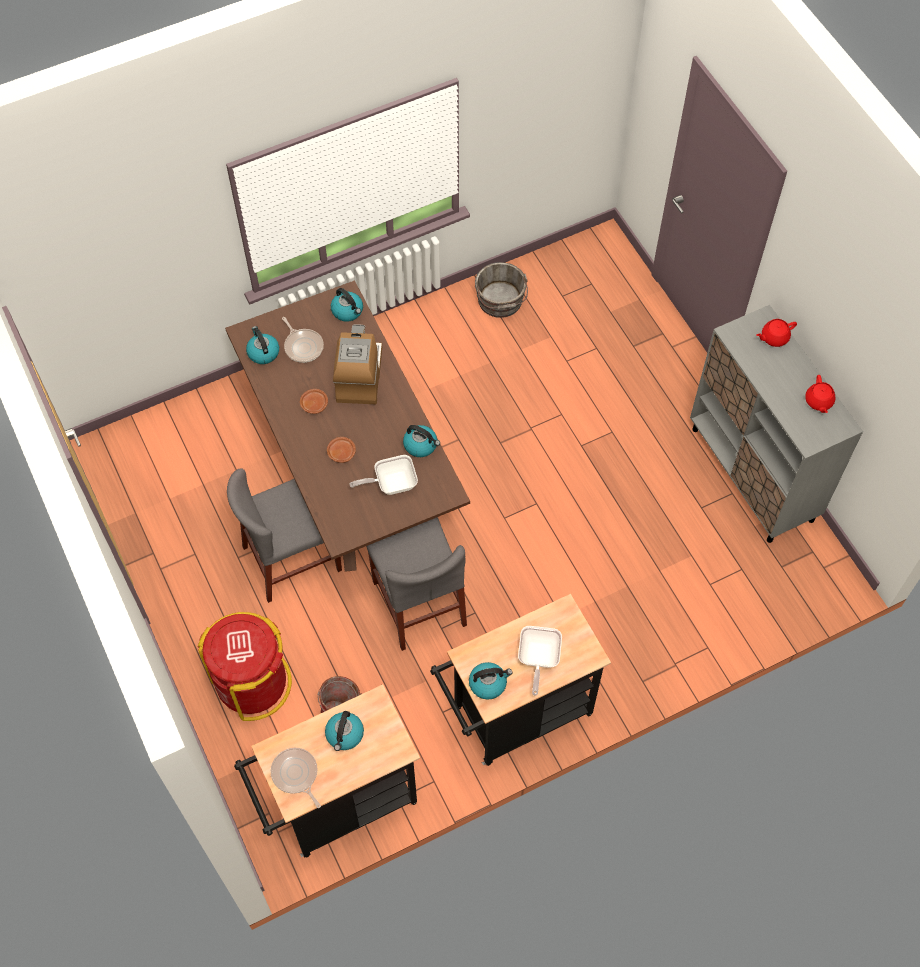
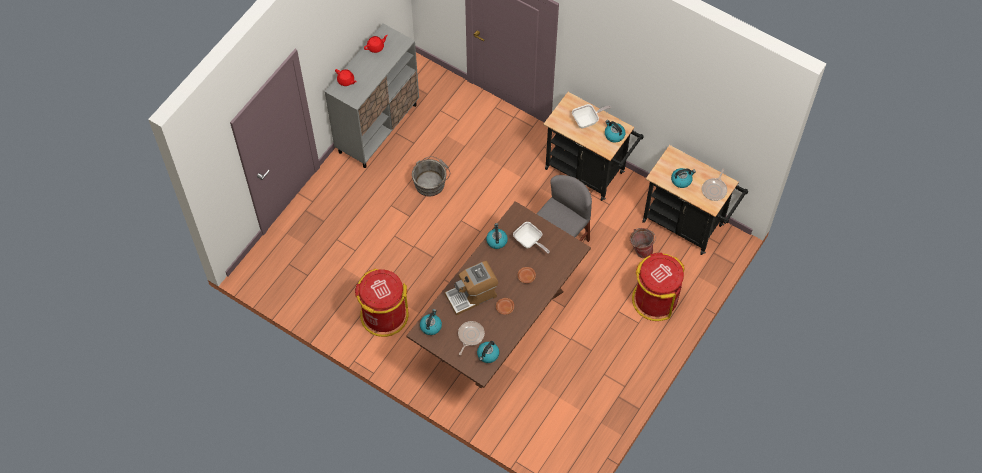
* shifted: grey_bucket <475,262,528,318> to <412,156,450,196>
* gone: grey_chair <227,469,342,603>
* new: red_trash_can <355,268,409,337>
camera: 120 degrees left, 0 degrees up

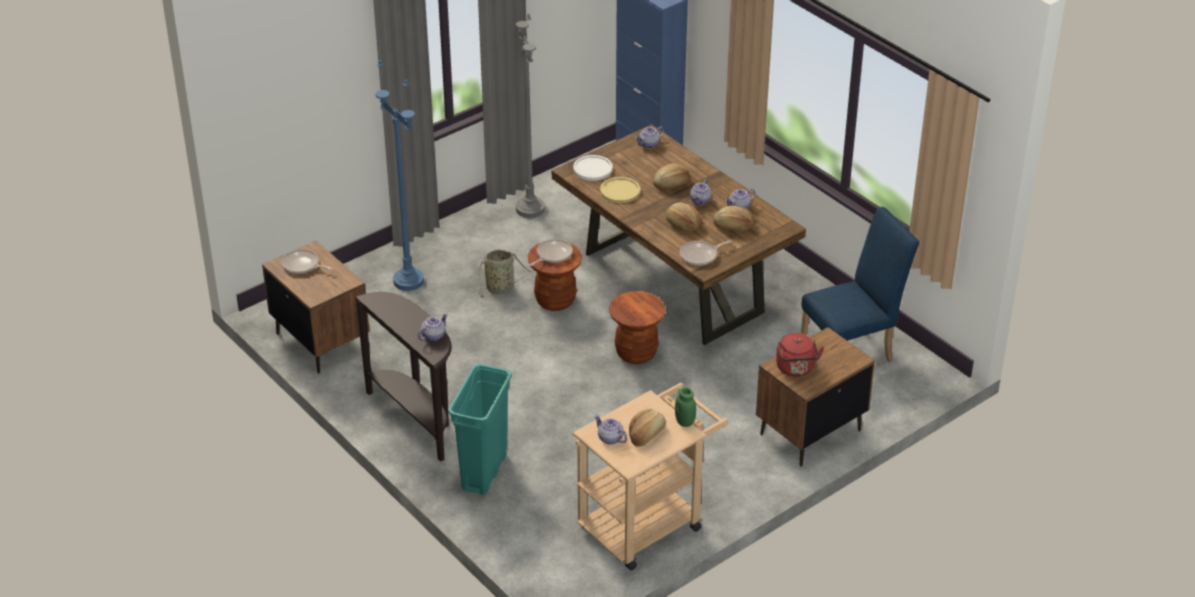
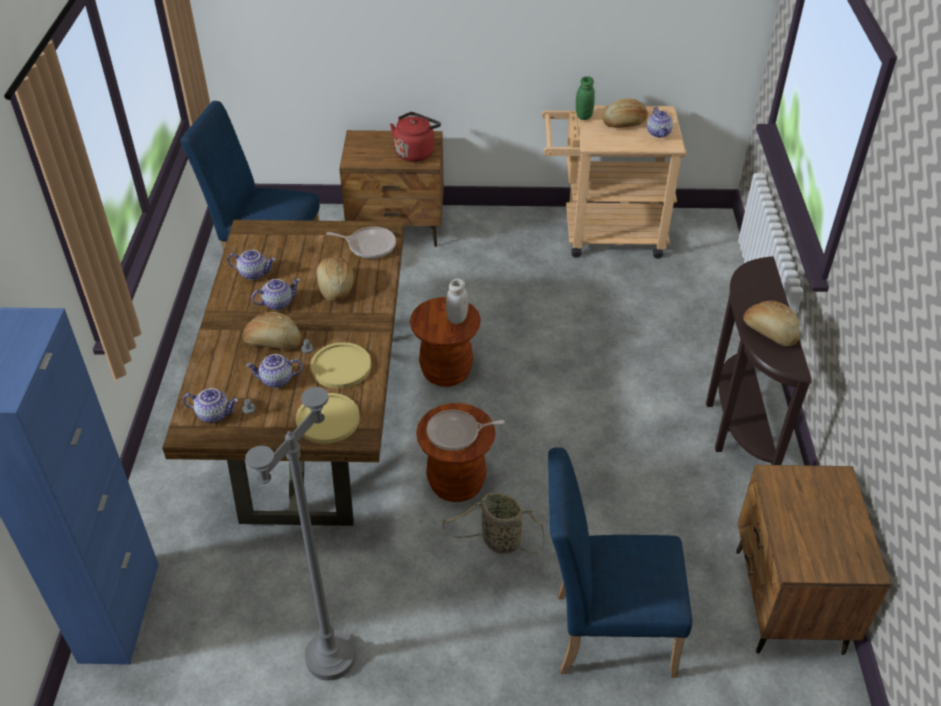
* swapped: blue_floor_lamp <376,59,424,291> to blue_chair <548,447,692,678>
* repainted: white_plate <573,155,613,181> to yellow_plate <296,393,360,444>
* shifted: bread <713,206,755,231> to <744,300,800,346>
* gone: frying_pan <281,249,333,274>
* shifted: teapot <418,313,448,341> to <246,354,303,388>
* gone: turquoise_trash_can <448,364,512,495>
* new: white_jar <446,279,468,324>
camera: 140 degrees left, 5 degrees up

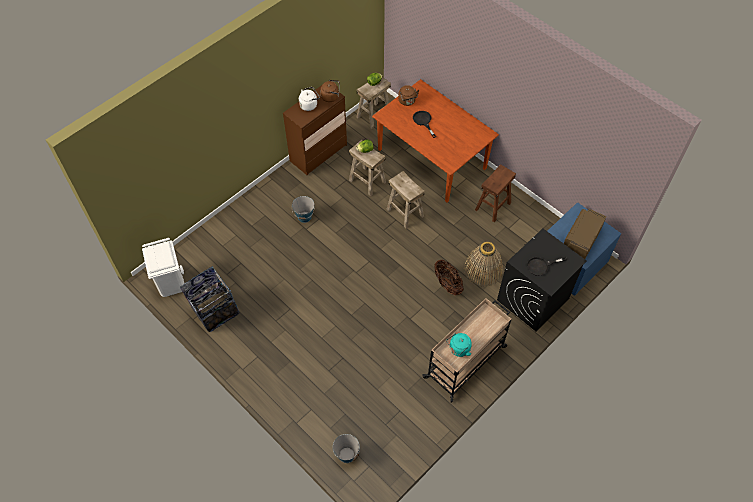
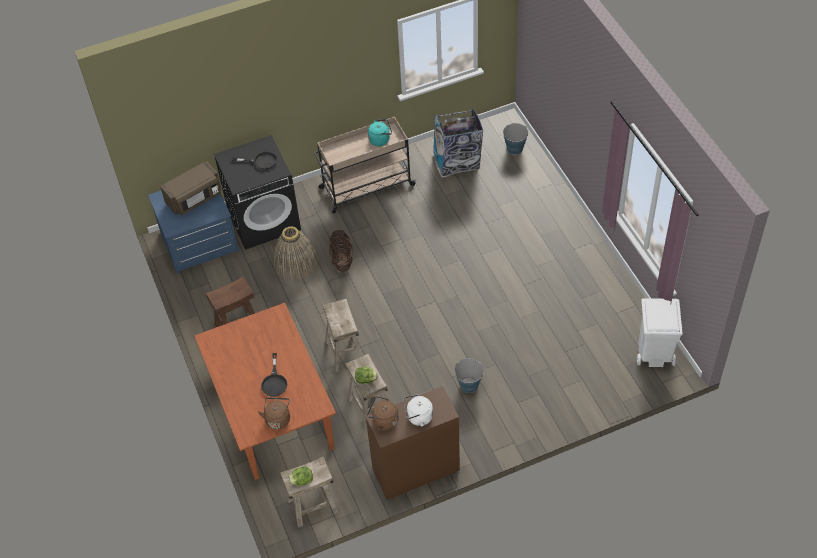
* shifted: trash_can <180,266,240,332> to <433,109,483,178>
camera: 155 degrees left, 5 degrees down

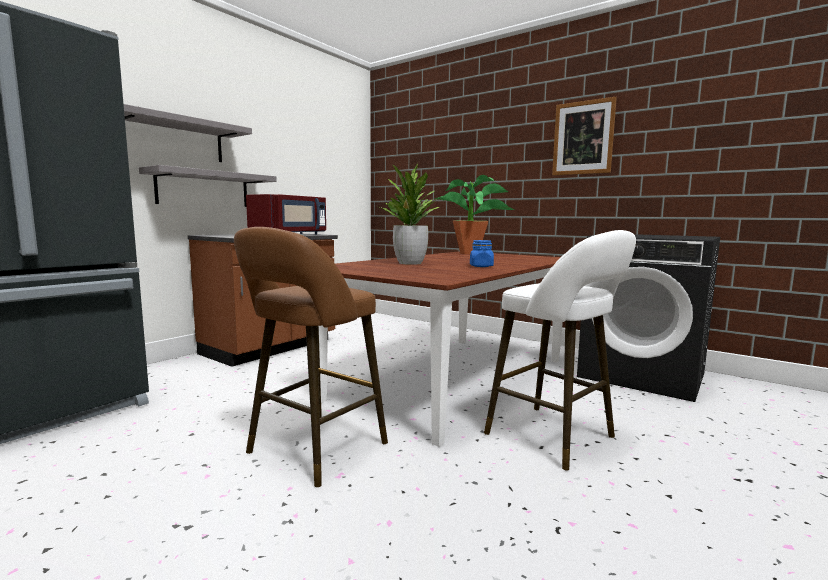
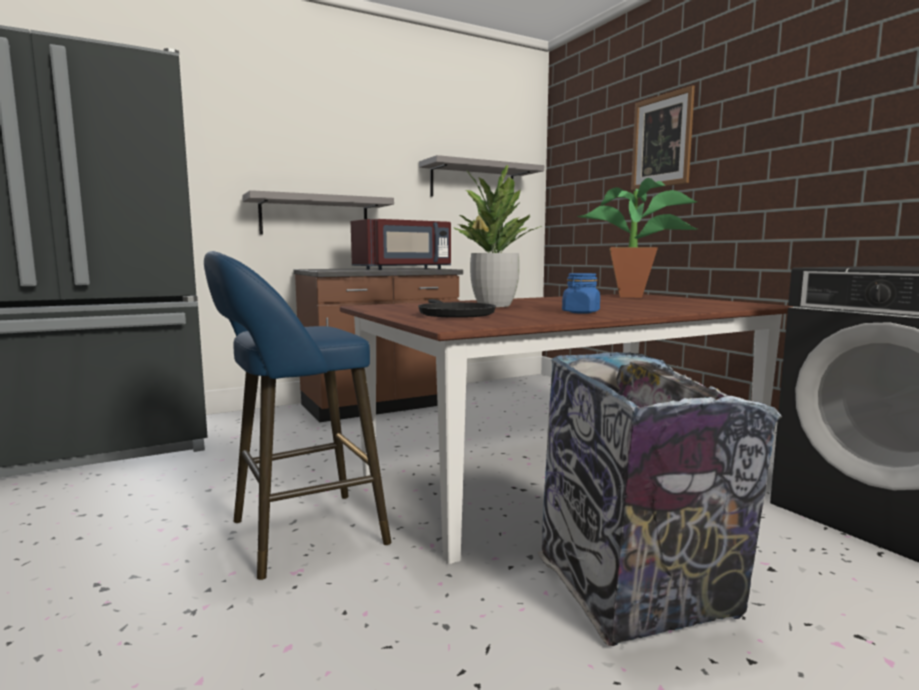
* shifted: picture <552,97,617,176> to <631,85,695,190>
* shifted: grey_shelf <124,104,252,162> to <419,155,544,197>
* repainted: brown_stool <234,227,388,487> to blue_stool <204,251,391,580>
* swapped: white_stool <484,230,636,470> to trash_can <537,352,782,646>
* new: black_frying_pan <418,299,496,318>
camera: 25 degrees right, 0 degrees up

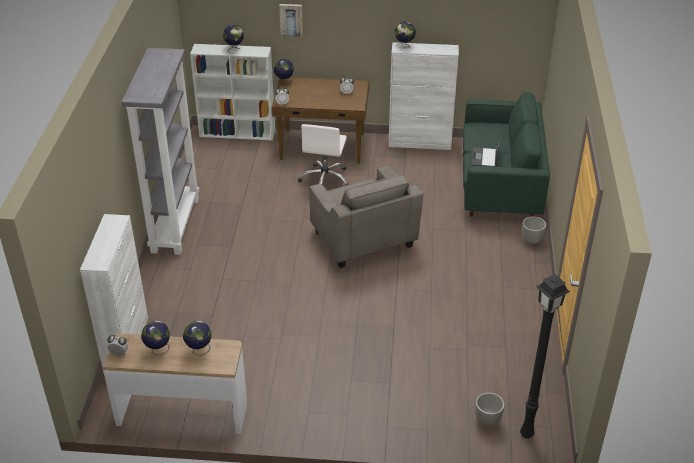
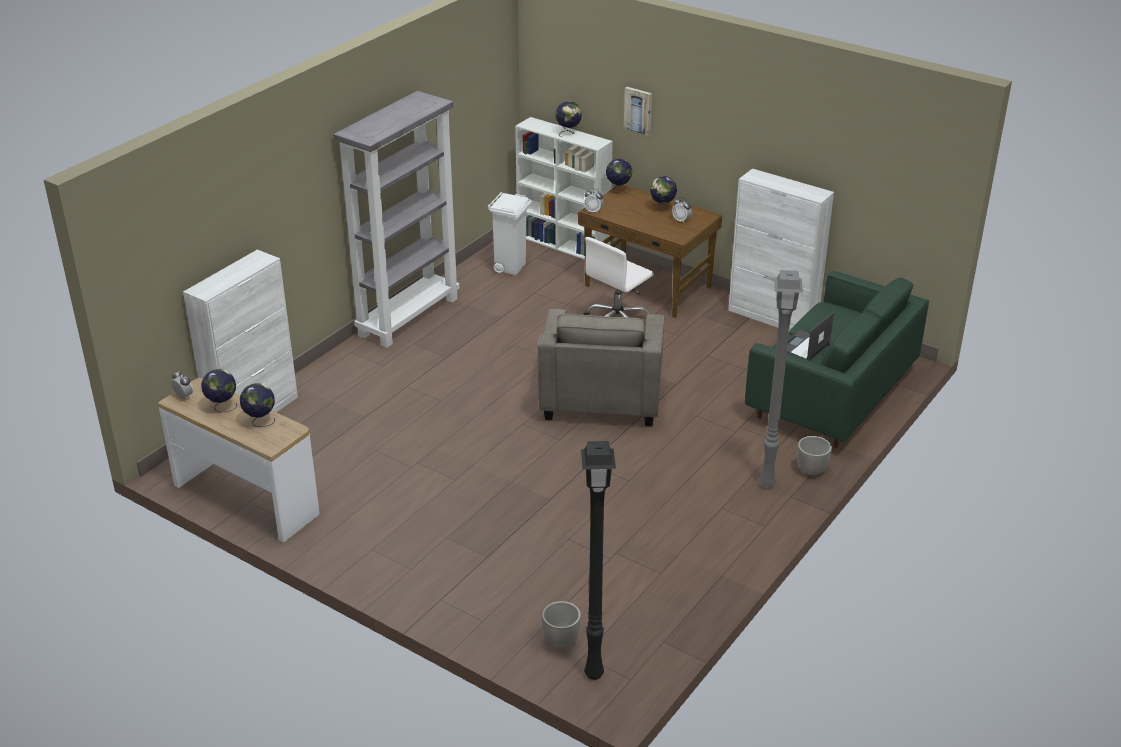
* shifted: globe <395,21,416,48> to <650,176,677,211>
* new: white_trash_can <488,192,532,275>
* new: grey_floor_lamp <759,270,803,488>
camera: 30 degrees right, 5 degrees down

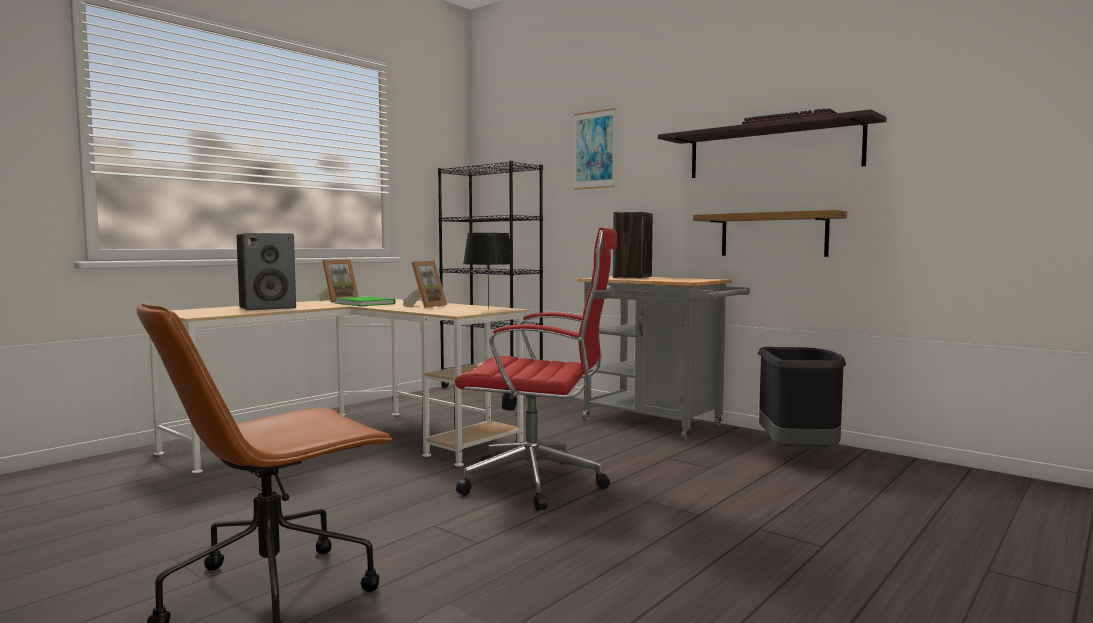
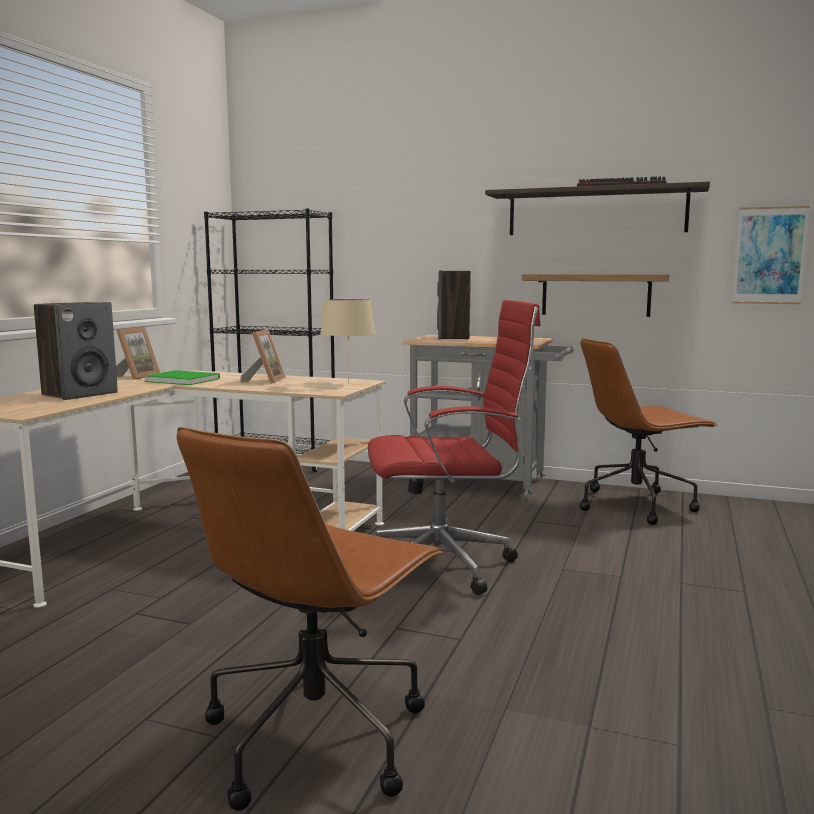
* shifted: picture <574,108,616,190> to <732,206,810,304>
* repainted: black_table_lamp <463,233,514,310> to beige_table_lamp <320,299,376,383>
* swapped: black_trash_can <758,347,846,447> to brown_office_chair <580,338,717,525>
camera: 20 degrees left, 5 degrees up

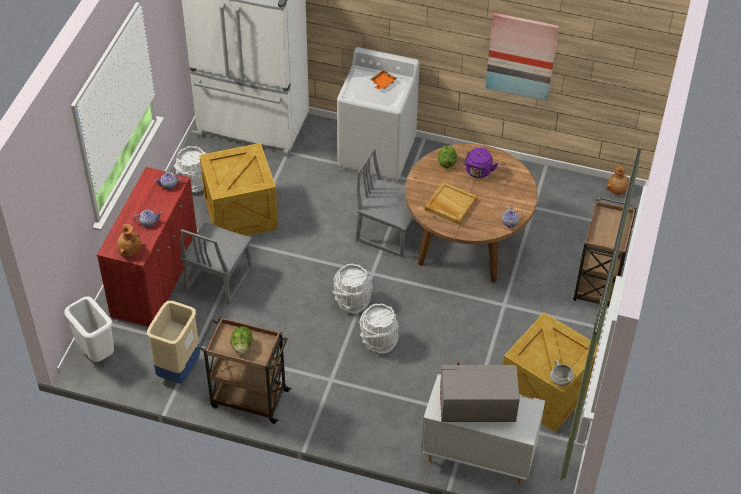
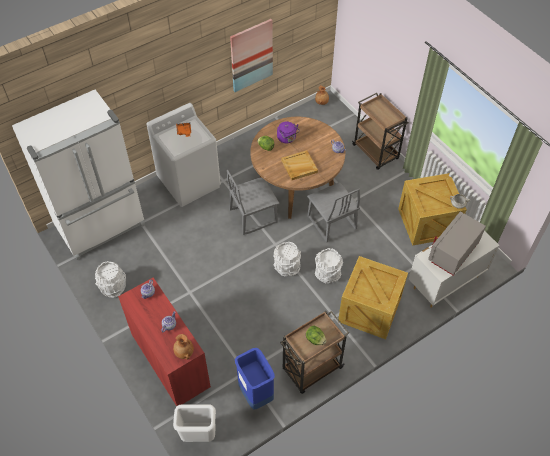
* shifted: crate <199,143,278,236> to <338,256,408,339>
* shifted: grey_chair <180,223,253,305> to <307,182,360,243>
* repainted: beige_trash_can <147,301,200,383> to blue_trash_can <235,348,275,409>
camera: 50 degrees left, 5 degrees up

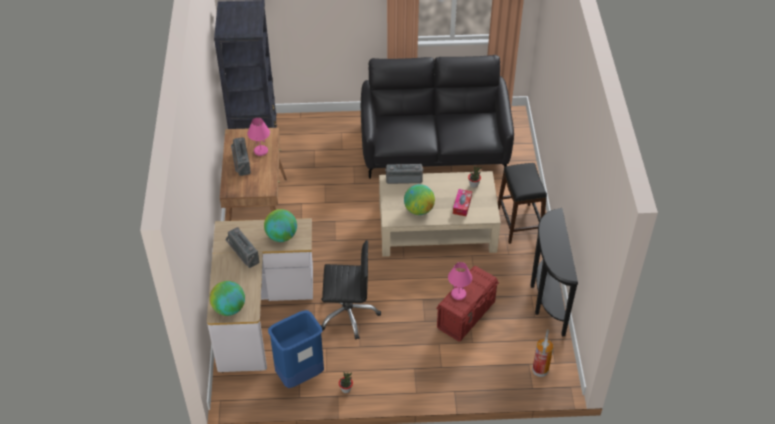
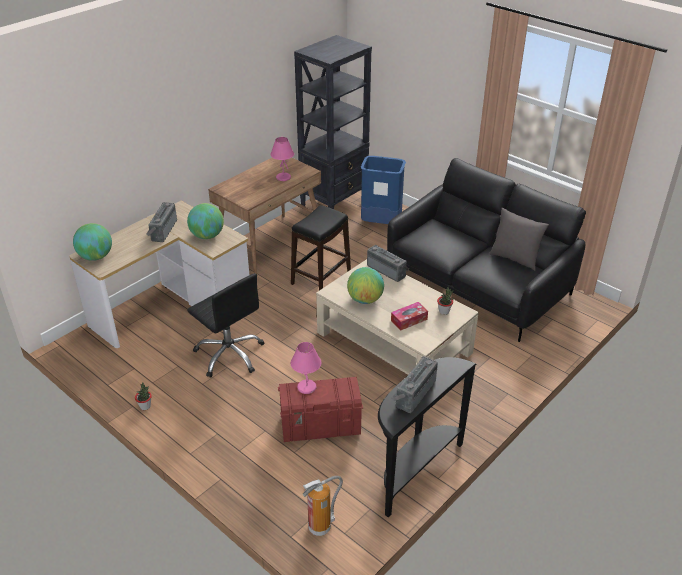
* shifted: radio <231,137,251,176> to <392,356,438,413>
* shifted: black_stool <498,163,547,244> to <291,205,351,290>
* shifted: blue_trash_can <268,310,324,388> to <361,156,406,224>
* new: grey_pillow <490,208,549,271>
camera: 45 degrees right, 10 degrees down

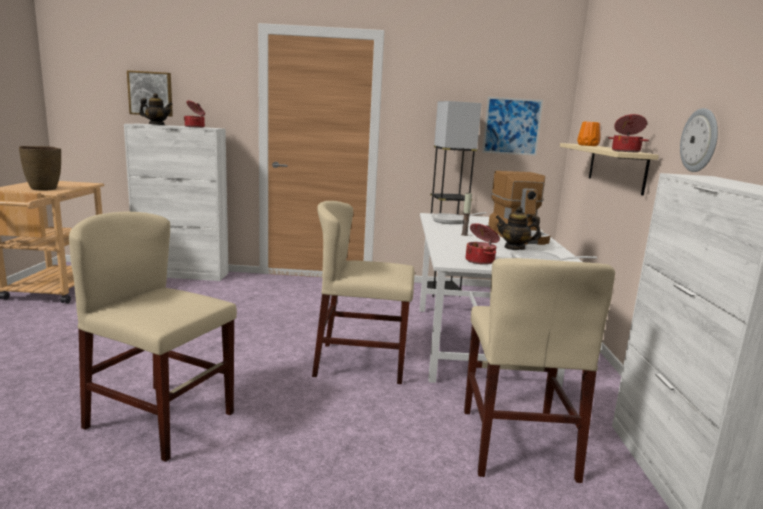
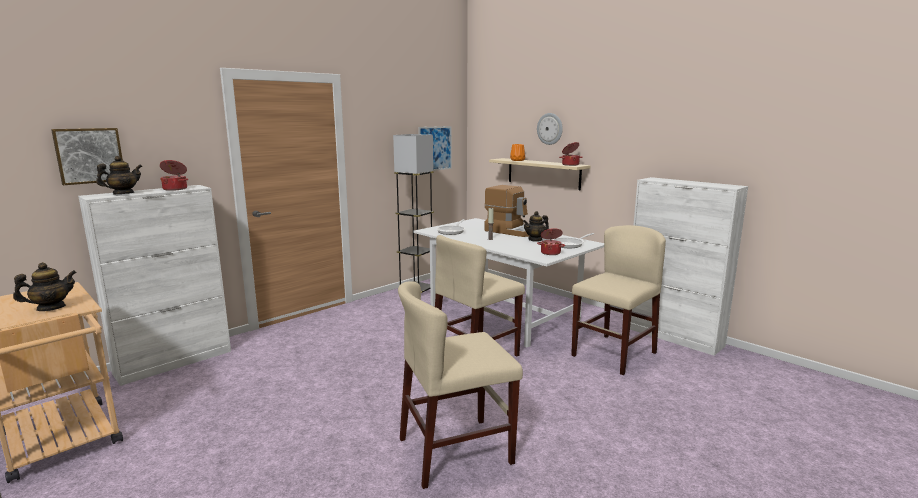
* shifted: wall_clock <680,108,718,172> to <537,113,563,145>
* swapped: brown_vase <19,146,61,191> to teapot <13,262,77,311>
* rotated: beige_chair <464,258,615,483> = <571,225,666,375> 90 degrees counterclockwise
camera: 45 degrees left, 0 degrees up

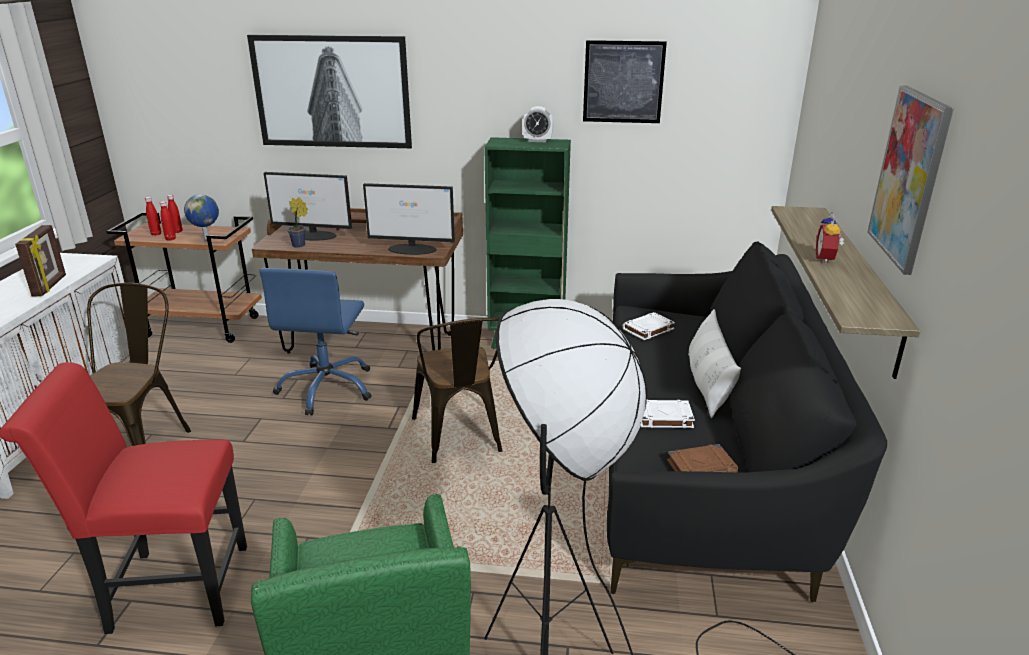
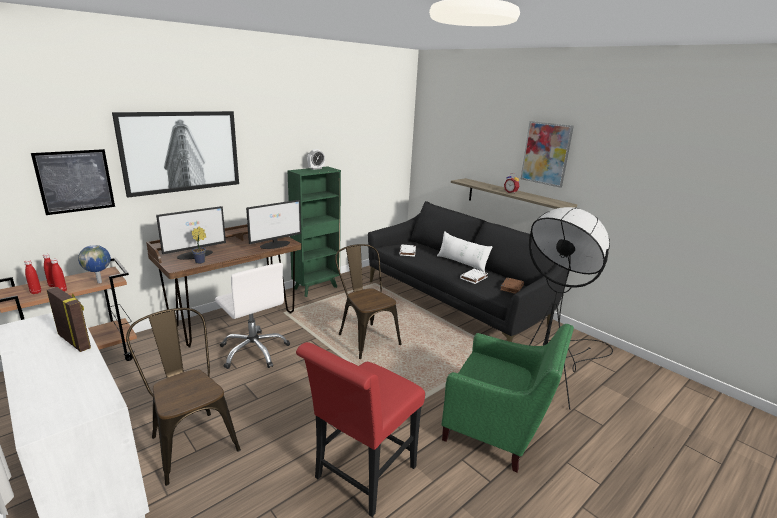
* shifted: picture <583,40,667,123> to <31,149,115,215>
* repainted: blue_office_chair <259,268,372,415> to white_office_chair <215,263,290,369>
* rotated: brown_chair <412,318,503,463> = <335,244,402,359> 150 degrees counterclockwise
camera: 50 degrees left, 5 degrees down

